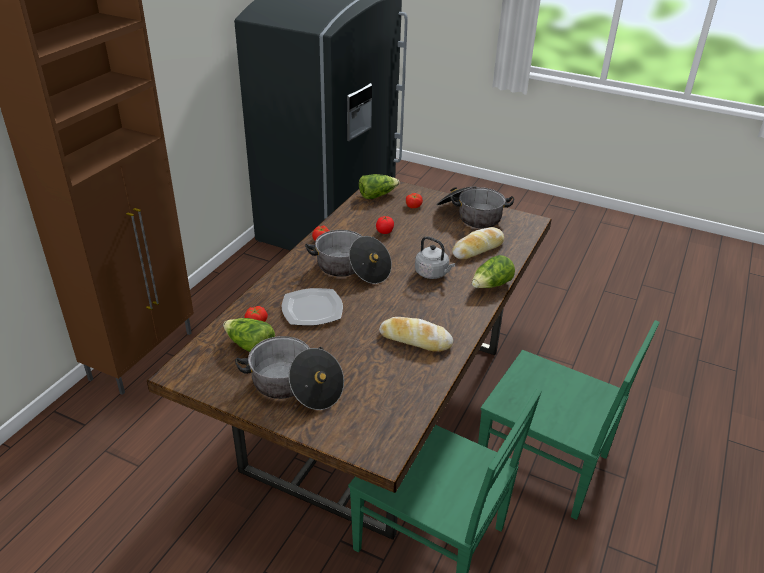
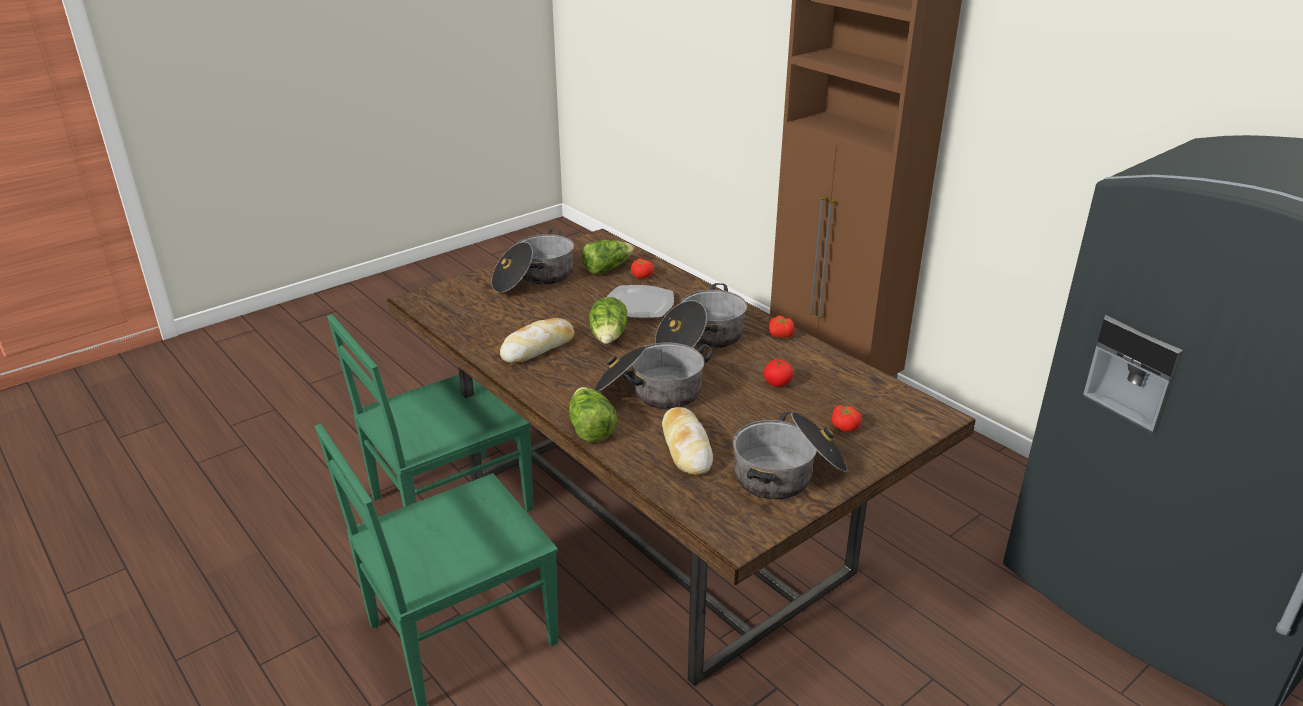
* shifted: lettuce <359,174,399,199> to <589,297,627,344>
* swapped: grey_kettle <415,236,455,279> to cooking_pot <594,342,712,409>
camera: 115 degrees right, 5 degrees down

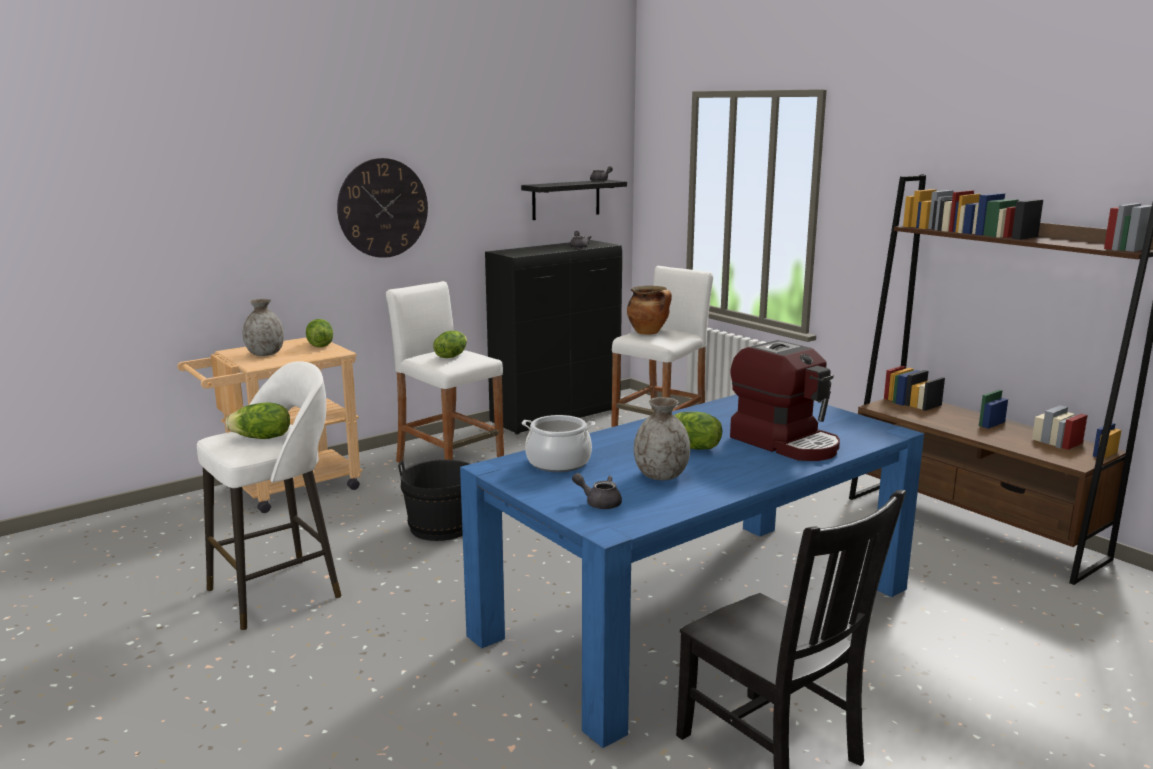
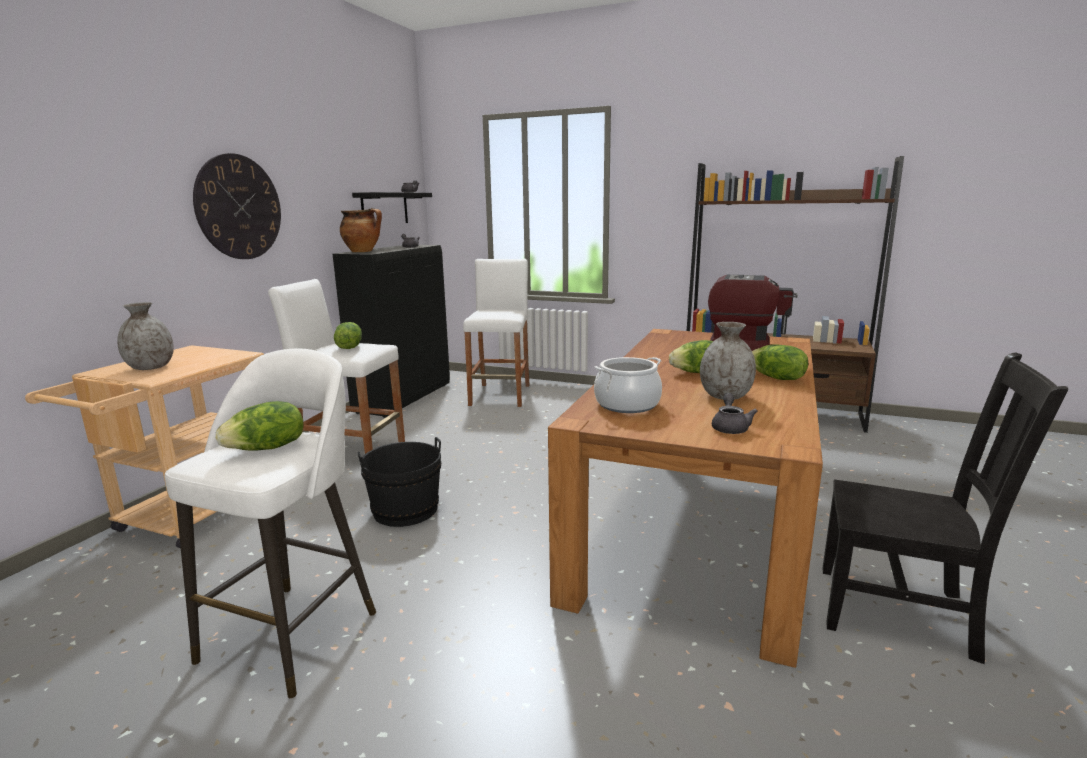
* shifted: cooking_pot <627,286,672,335> to <340,208,382,252>
* shifted: lettuce <306,319,333,347> to <752,344,808,380>
* repainted: blue_dining_table <460,394,924,748> to brown_dining_table <548,329,823,668>
* rotated: grey_teapot <572,473,622,509> = <712,393,758,434> 105 degrees clockwise
camera: 30 degrees left, 0 degrees up

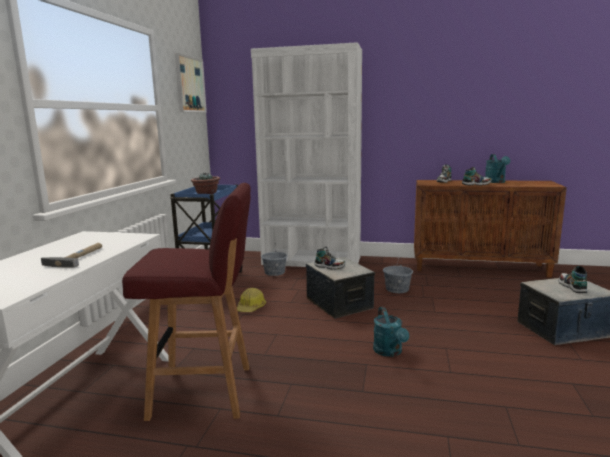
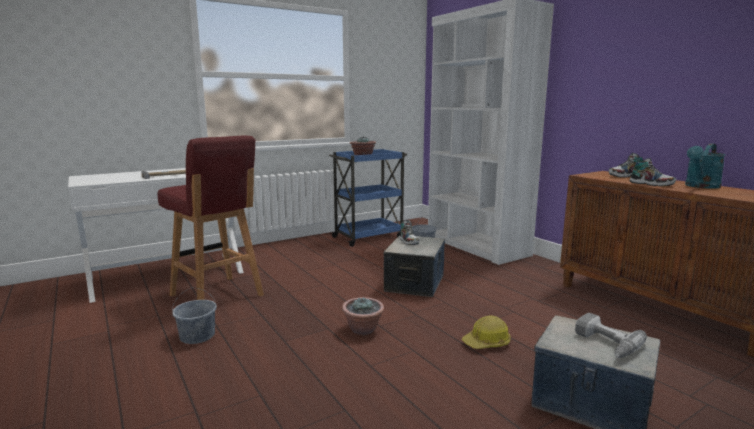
* gone: picture <175,53,207,113>
* shifted: grey_bucket <383,256,413,293> to <172,288,217,344>
* swapped: shoe <559,266,588,293> to power_drill <575,313,647,358>
* shifted: hard_hat <237,288,266,312> to <462,315,511,349>
* swapped: turquoise_watering_can <373,307,409,357> to potted_plant <342,297,384,335>
camera: 45 degrees right, 0 degrees up

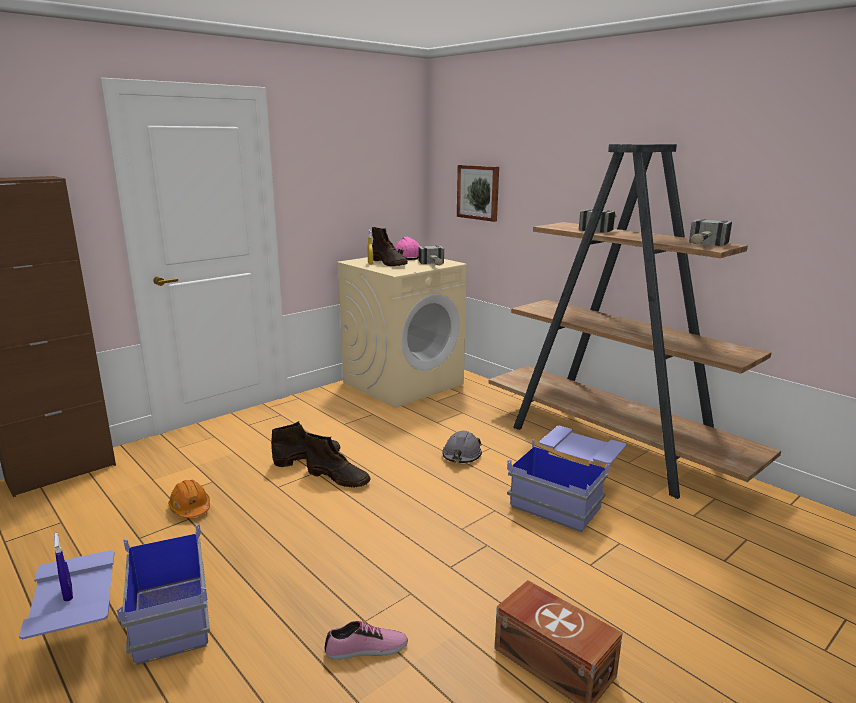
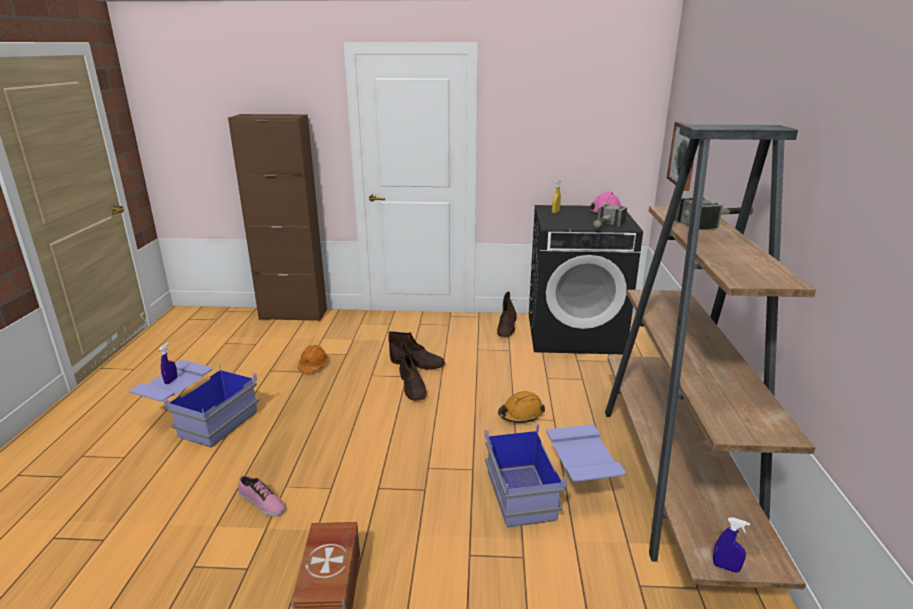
* gone: hammer <689,219,732,246>
* shifted: brown_boot <372,227,408,266> to <497,291,517,337>
* repainted: beige_washing_machine <337,257,467,408> to black_washing_machine <529,205,643,354>
* repainted: grey_hard_hat <442,431,482,463> to orange_hard_hat <498,391,545,423>
* new: blue_spray_bottle <713,517,750,573>
camera: 45 degrees right, 5 degrees up

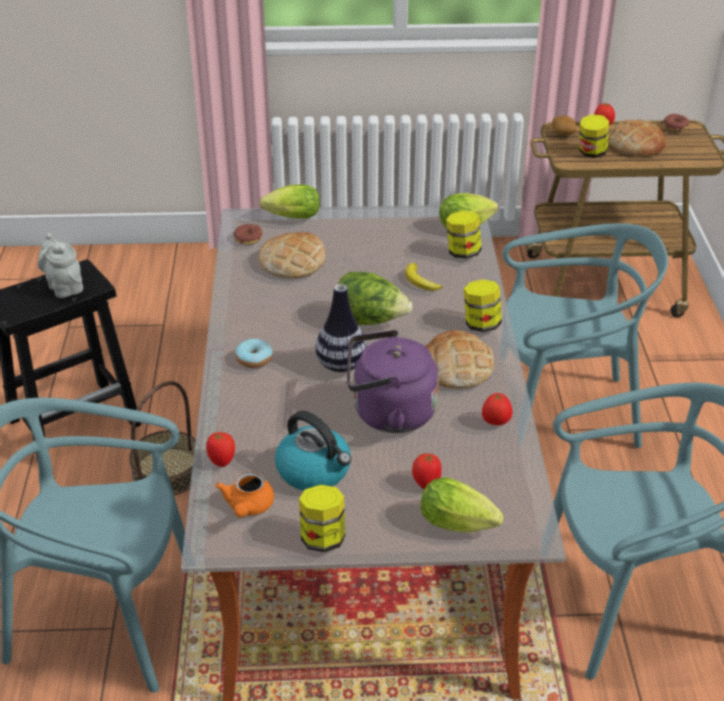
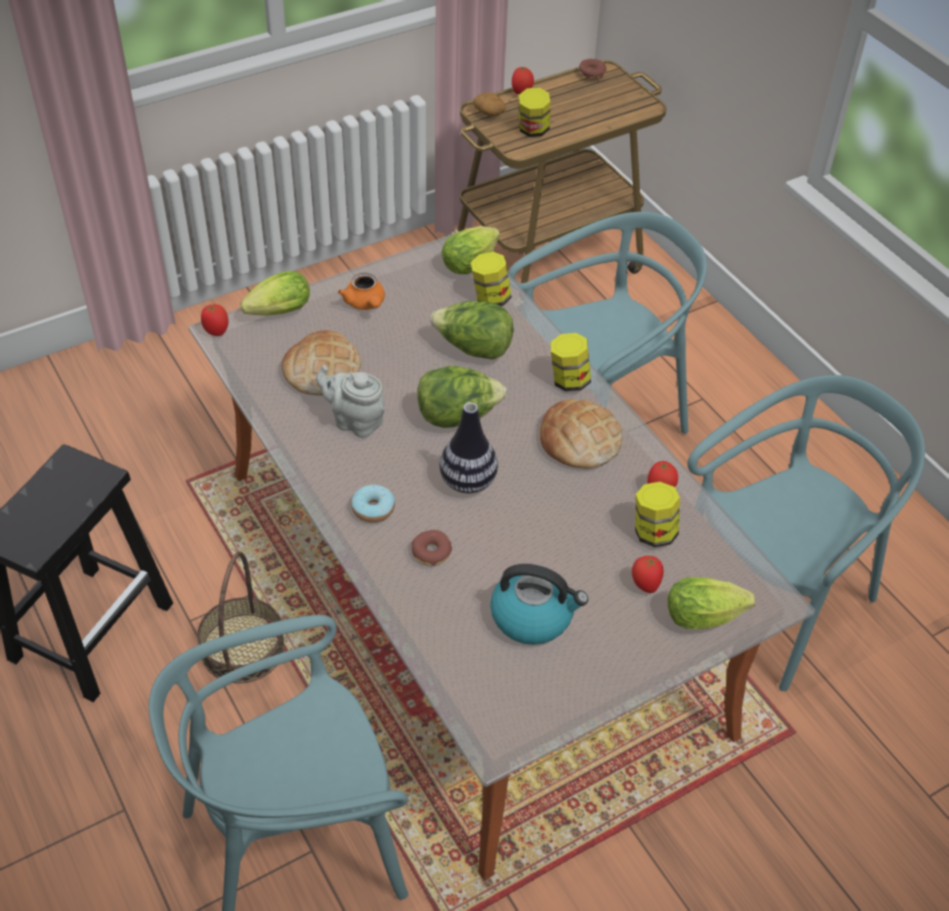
* gone: bread <609,119,666,157>
* shifted: donut <234,224,263,245> to <412,530,452,566>
* shifted: grey_teapot <38,233,83,298> to <316,365,385,438>
* swapped: banana <405,263,442,291> to lettuce <430,301,514,360>
* gone: purple_kettle <347,330,439,433>
* shifted: tomato <206,432,235,467> to <201,304,228,336>
* shifted: orange_teapot <215,471,274,517> to <338,272,385,310>
* shifted: jar <299,485,345,552> to <635,482,680,547>
camera: 30 degrees left, 10 degrees up

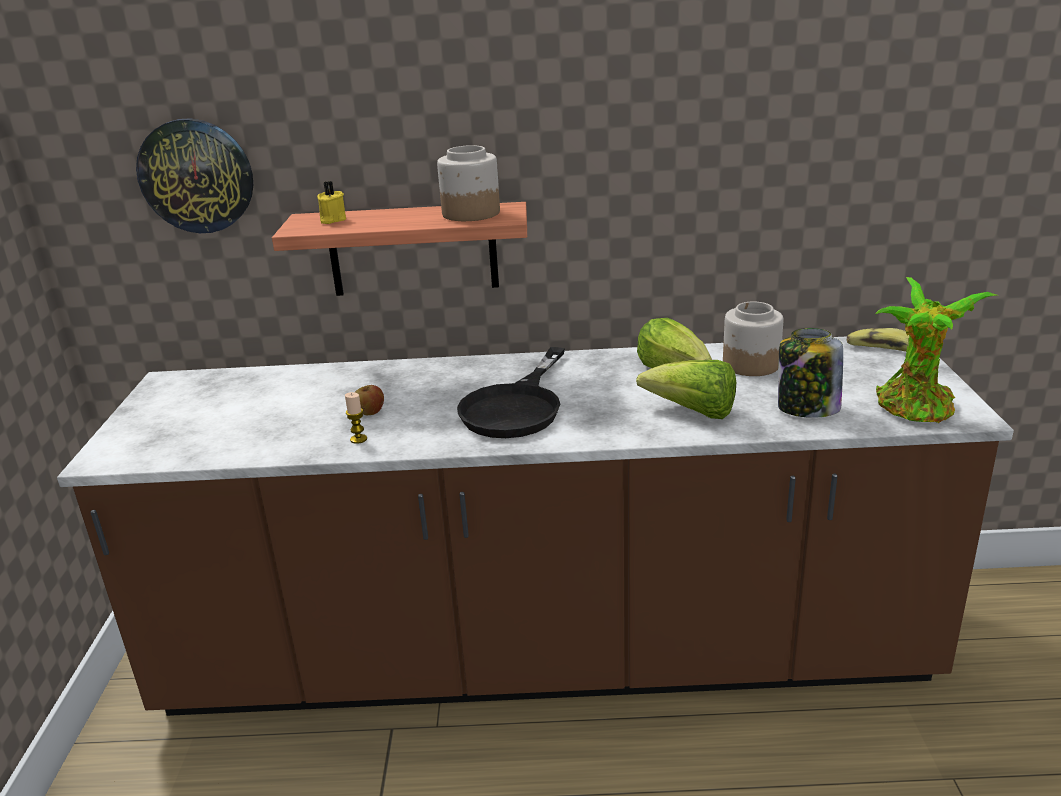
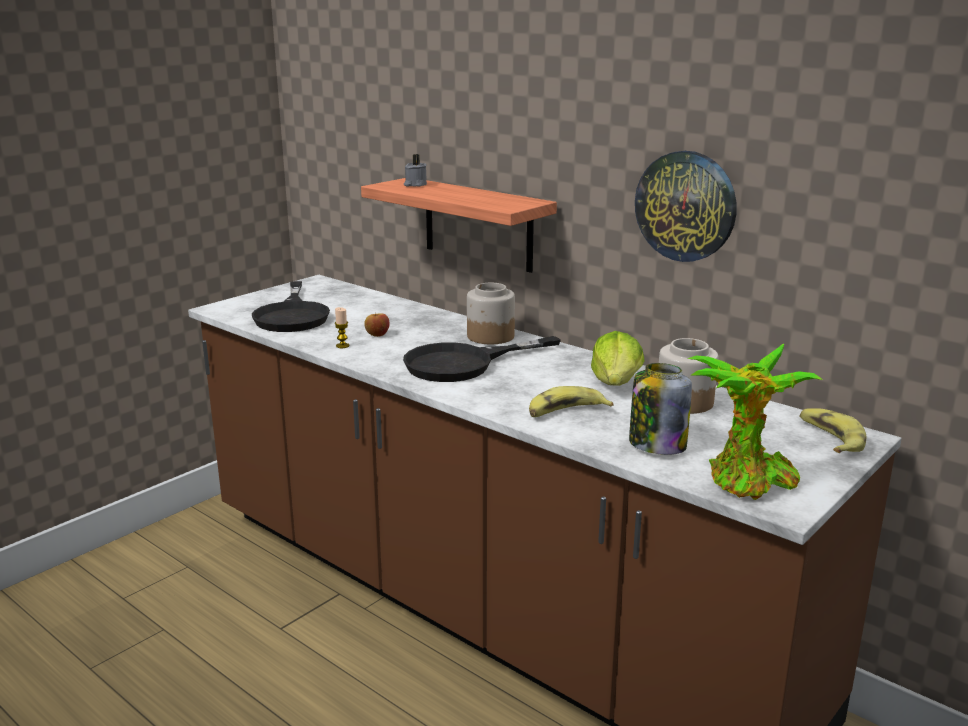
* shifted: wall_clock <136,118,253,233> to <635,151,736,262>
* shifted: jar <437,145,500,221> to <467,283,515,344>
* repainted: yellow_candle <317,181,346,224> to grey_candle <404,154,427,187>
* swapped: lettuce <636,360,736,419> to banana <529,386,614,417>
* new: black_frying_pan <252,281,330,332>
camera: 40 degrees right, 5 degrees down

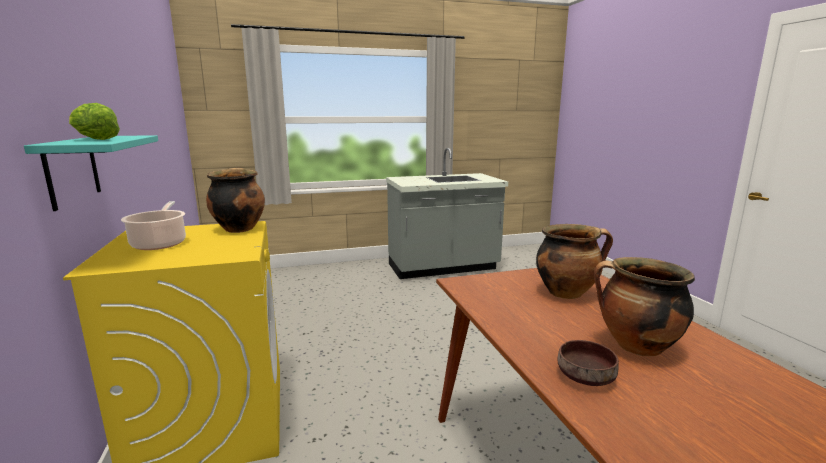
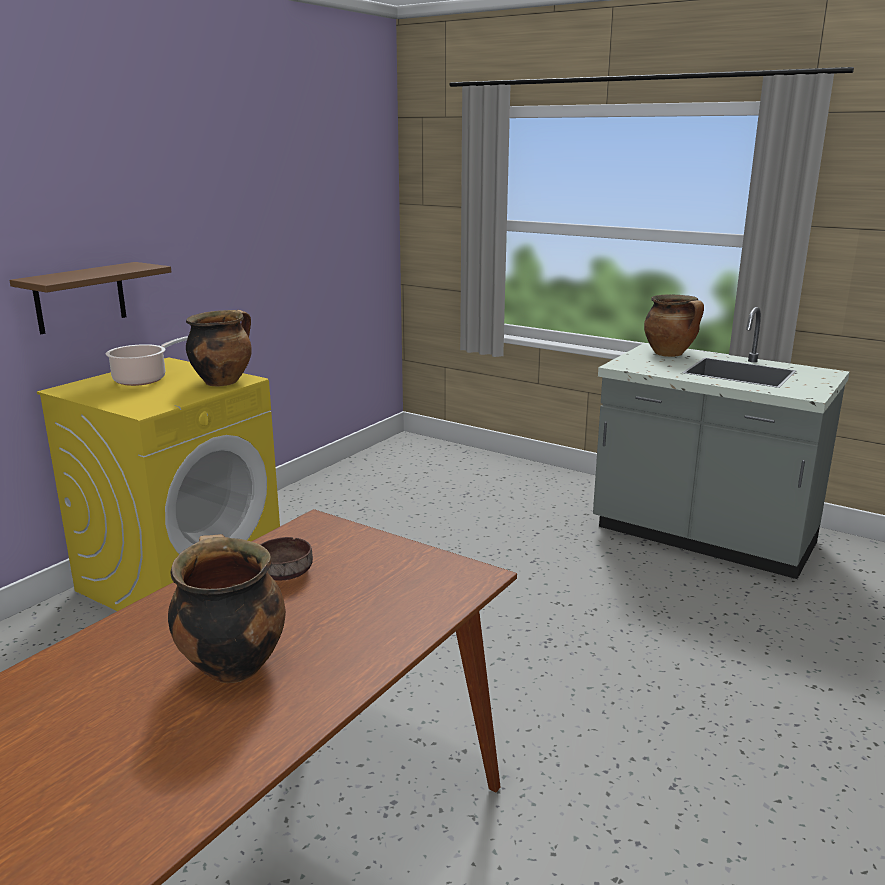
* gone: lettuce <69,103,120,140>
* repainted: turquoise_shelf <24,135,158,211> to brown_shelf <9,262,171,334>
* shifted: cooking_pot <536,224,613,299> to <644,295,704,357>
* shifted: brown_bowl <557,340,619,386> to <260,537,313,580>
camera: 50 degrees right, 5 degrees up

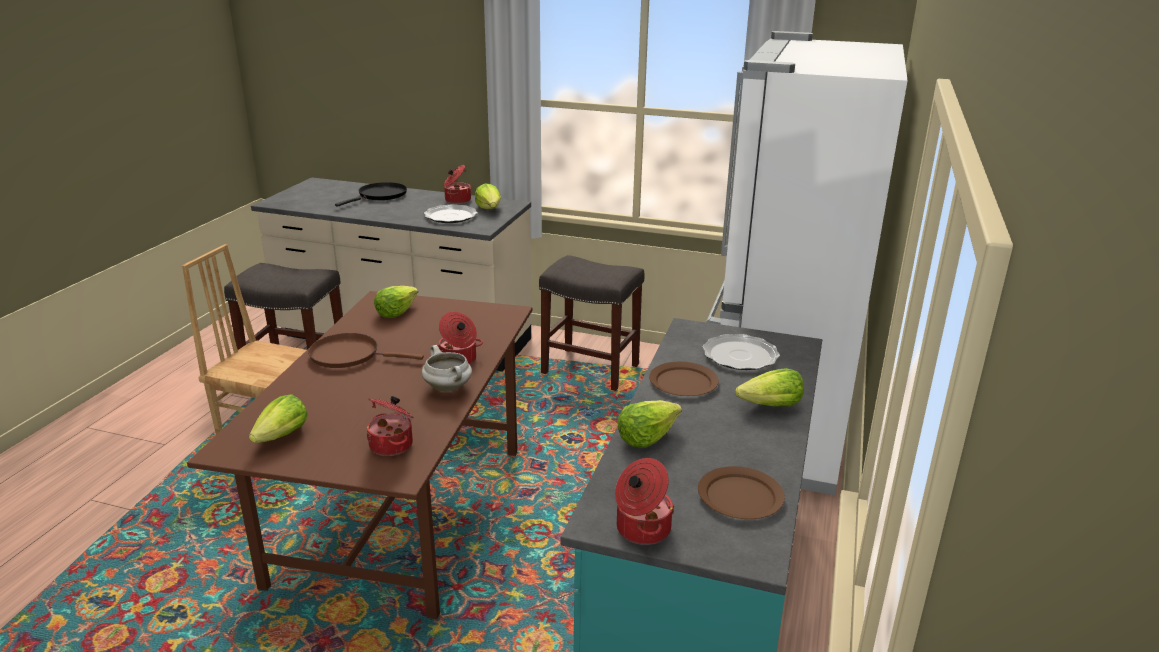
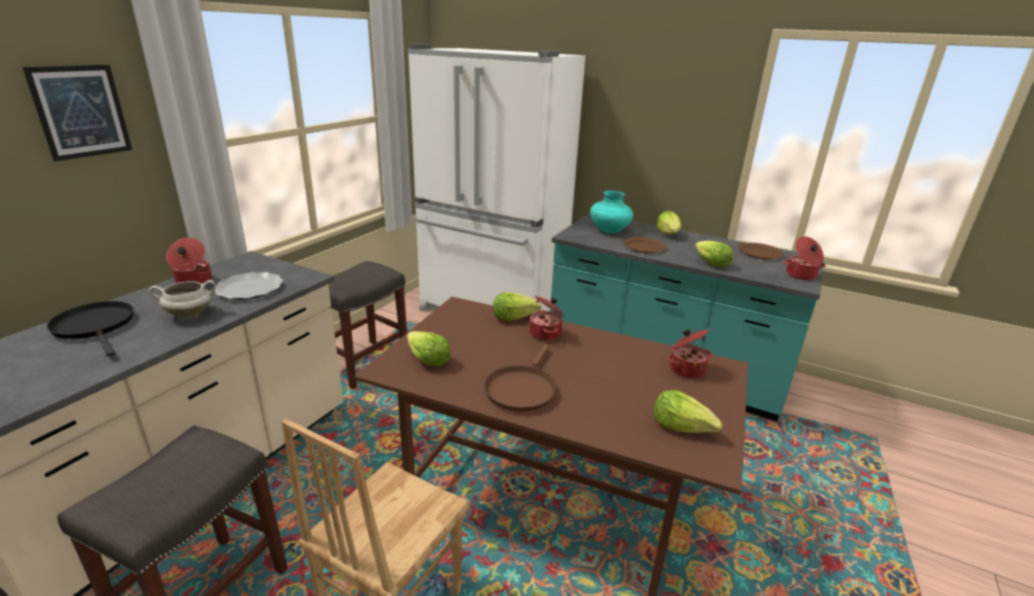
* shifted: lettuce <475,183,501,209> to <493,292,541,321>
* swapped: plate <702,334,780,370> to turquoise_vase <590,190,633,233>
* shifted: white_cooking_pot <422,345,472,392> to <149,280,216,318>
* new: picture <22,65,132,161>
camera: 80 degrees left, 0 degrees up

